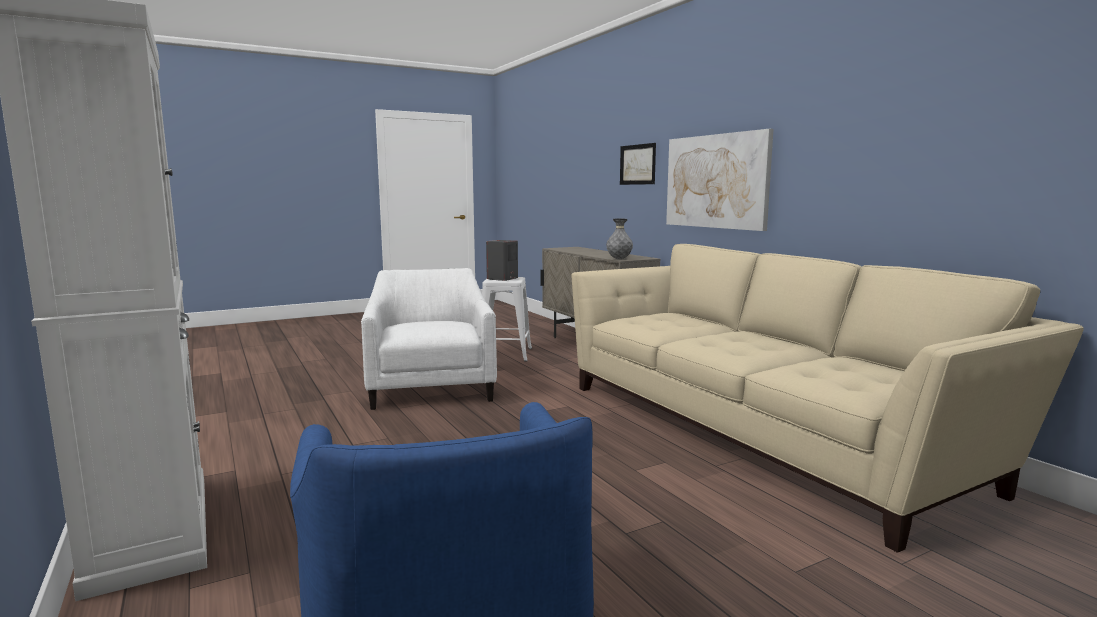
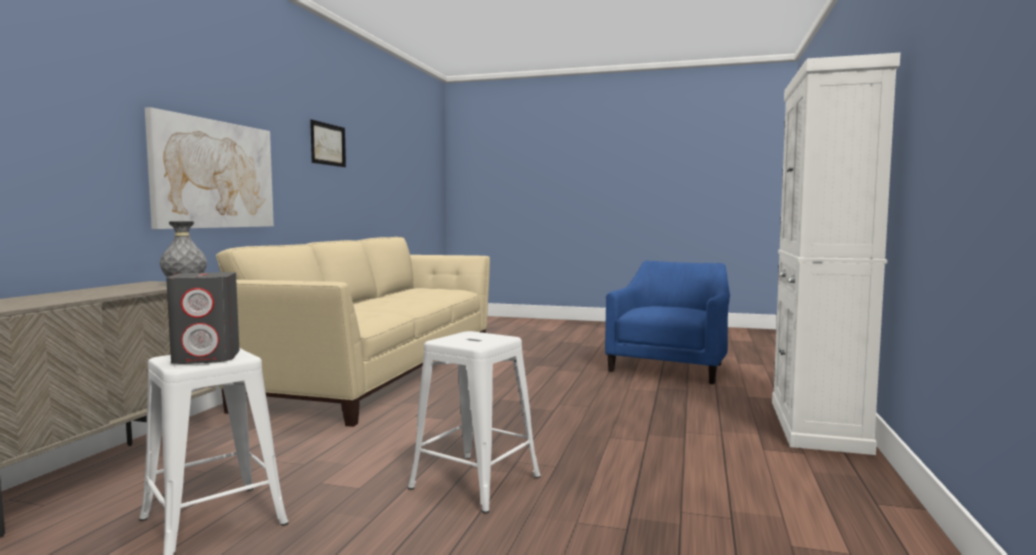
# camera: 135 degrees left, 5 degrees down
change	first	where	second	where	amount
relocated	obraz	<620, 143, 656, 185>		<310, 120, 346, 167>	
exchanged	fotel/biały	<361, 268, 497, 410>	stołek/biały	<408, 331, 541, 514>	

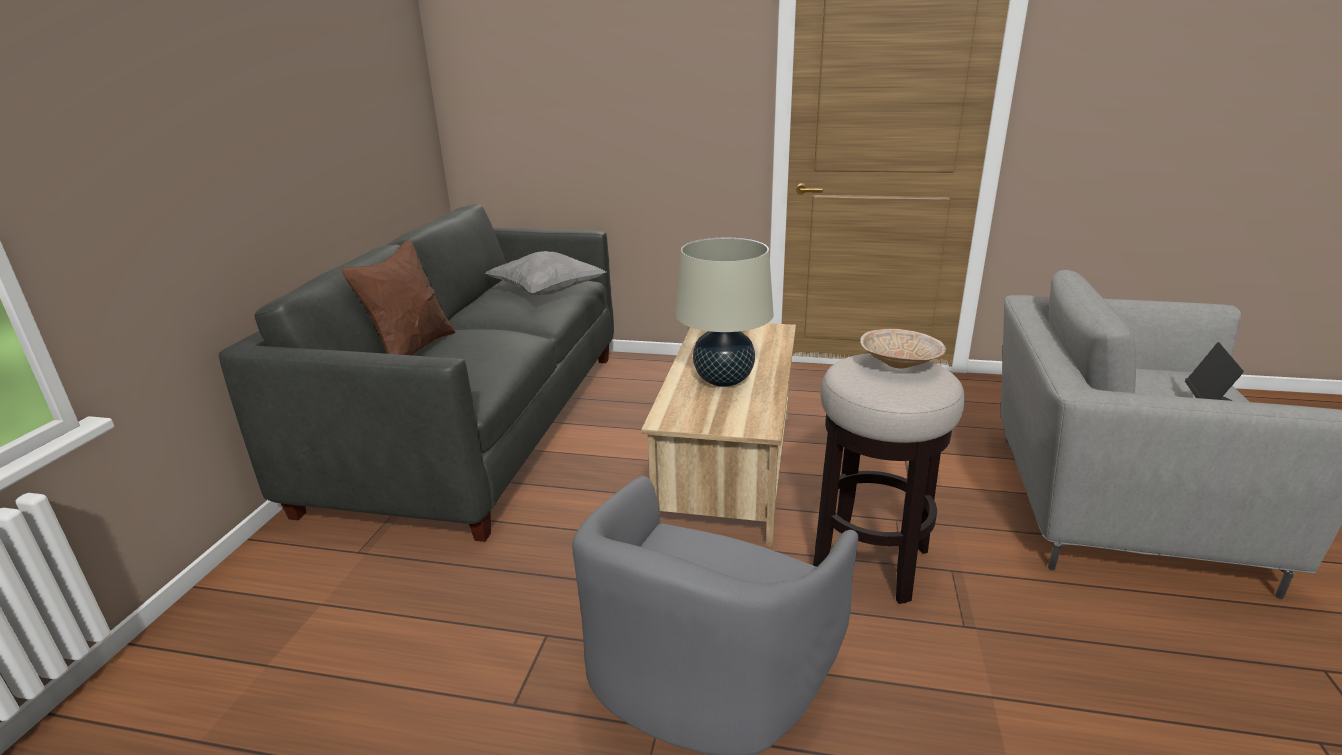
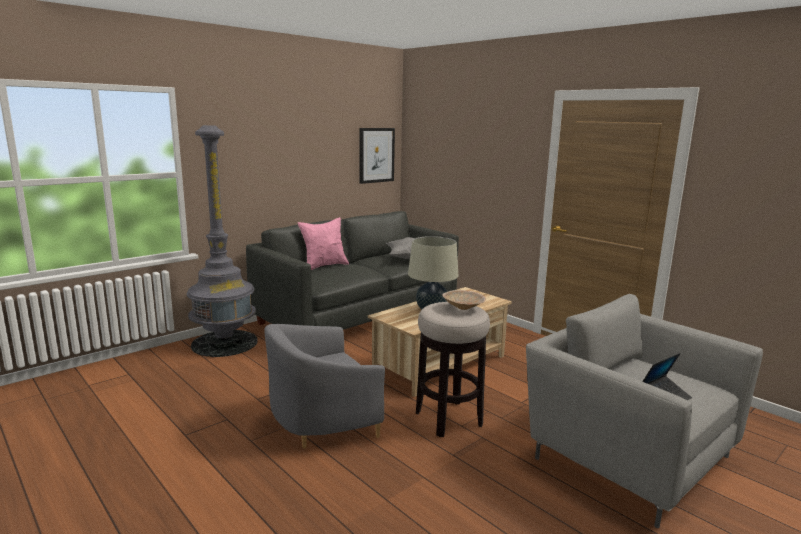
# camera: 35 degrees right, 10 degrees down
change	first	where	second	where	amount
appeared			lampa stojąca/szary	<187, 125, 258, 357>	
colour	poduszka/brązowy	<341, 239, 455, 356>	poduszka/różowy	<298, 217, 349, 270>	
appeared			obraz	<359, 128, 395, 184>	

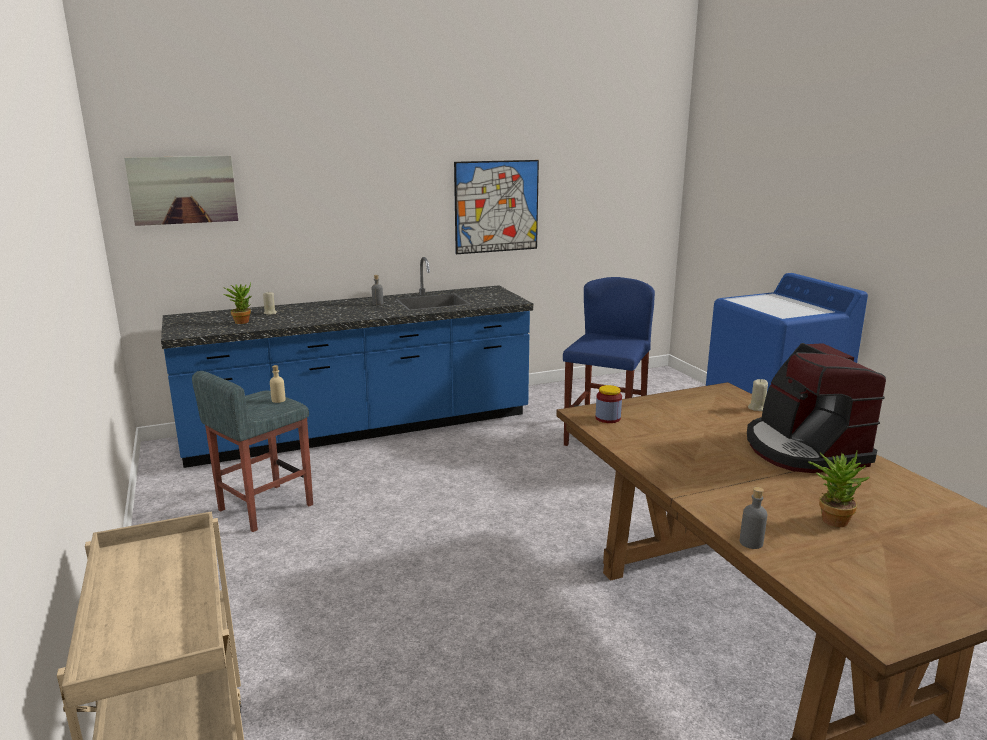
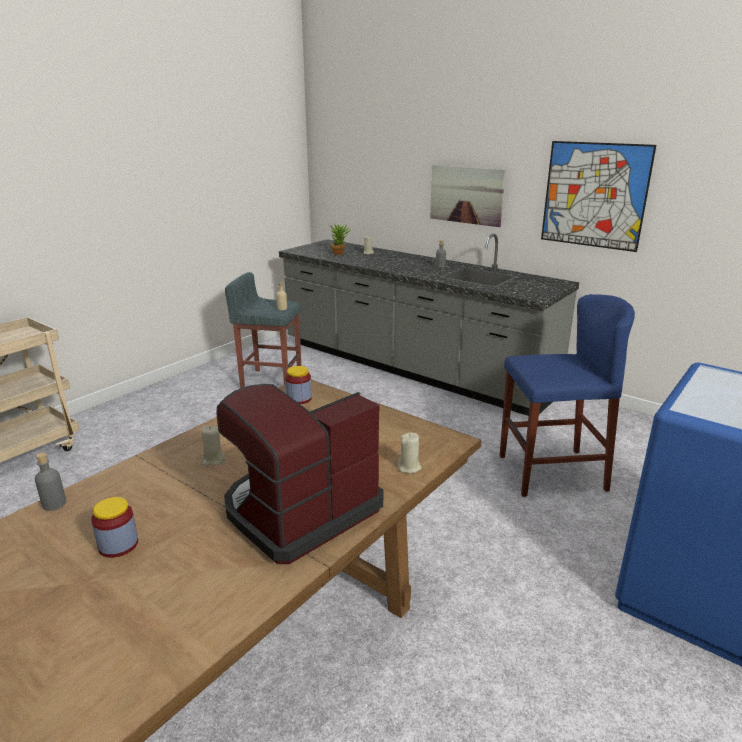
# camera: 60 degrees right, 5 degrees up
change	first	where	second	where	amount
exchanged	roślina doniczkowa	<808, 449, 870, 527>	słoik	<91, 497, 138, 558>	
appeared			świeca/beżowy	<201, 426, 225, 466>	
colour	zabudowa kuchenna/niebieski	<161, 257, 533, 468>	zabudowa kuchenna/szary	<279, 234, 579, 416>	
relocated	obraz	<124, 156, 238, 226>		<430, 165, 506, 227>	

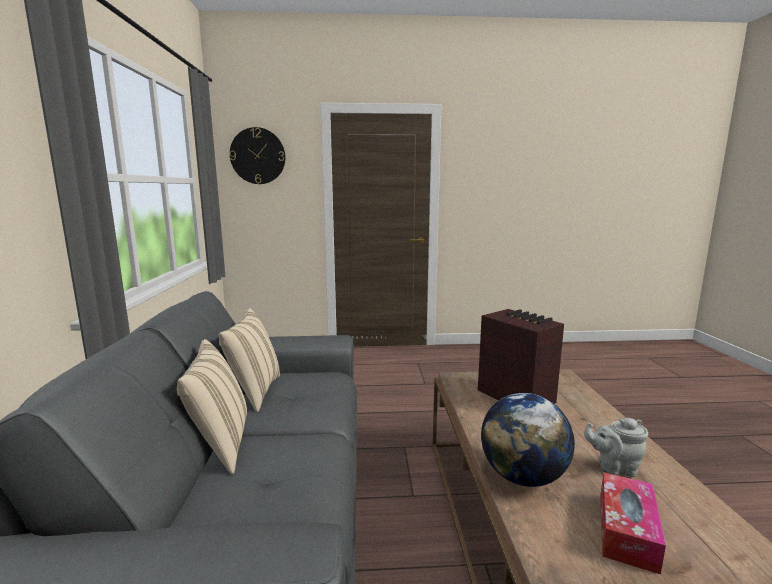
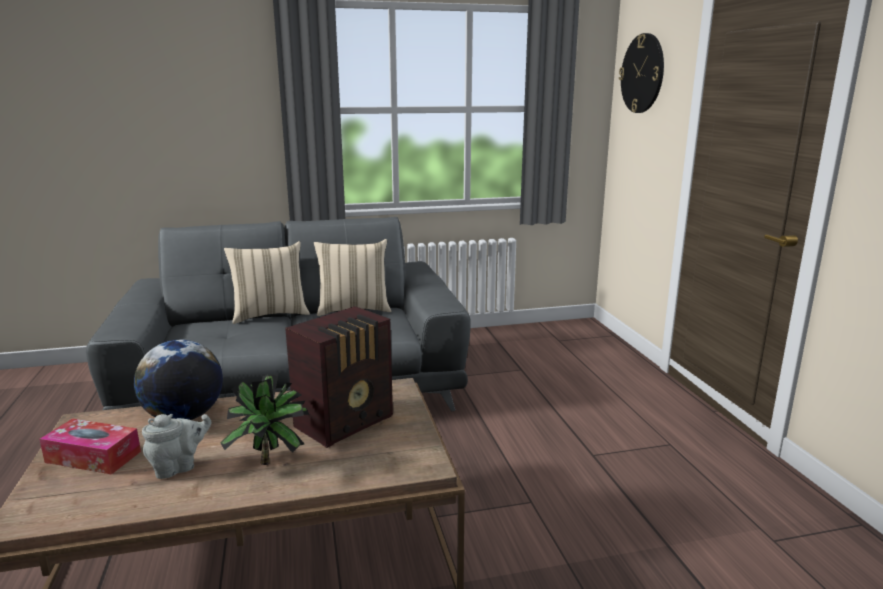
# camera: 80 degrees right, 5 degrees up
change	first	where	second	where	amount
spun	imbryk/szary	<584, 418, 648, 477>		<142, 414, 211, 479>	60 degrees clockwise
appeared			roślina doniczkowa	<220, 375, 309, 465>	

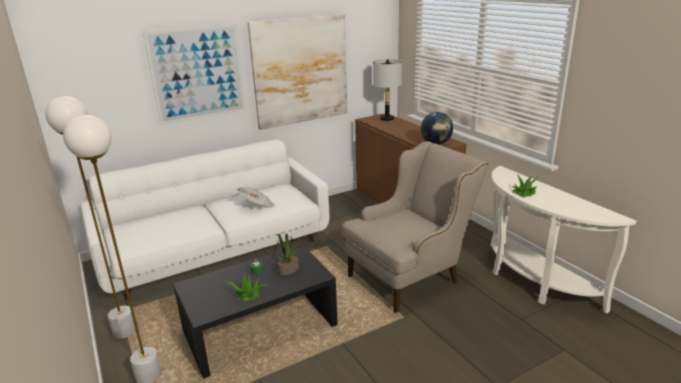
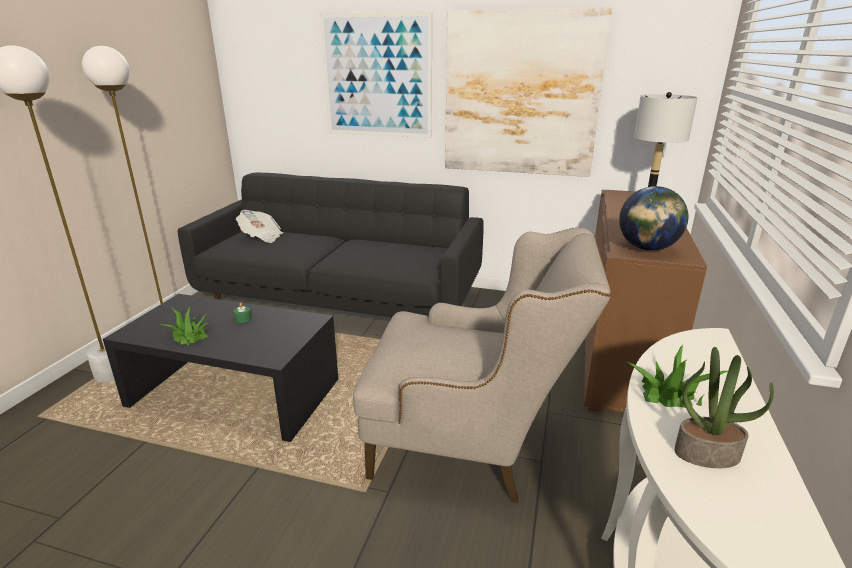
# camera: 45 degrees right, 0 degrees up
change	first	where	second	where	amount
colour	kanapa/biały	<80, 139, 330, 300>	kanapa/czarny	<178, 173, 484, 317>	
relocated	gazeta	<236, 187, 275, 206>		<236, 210, 283, 243>	
relocated	roślina doniczkowa	<274, 233, 300, 276>		<674, 347, 774, 468>	

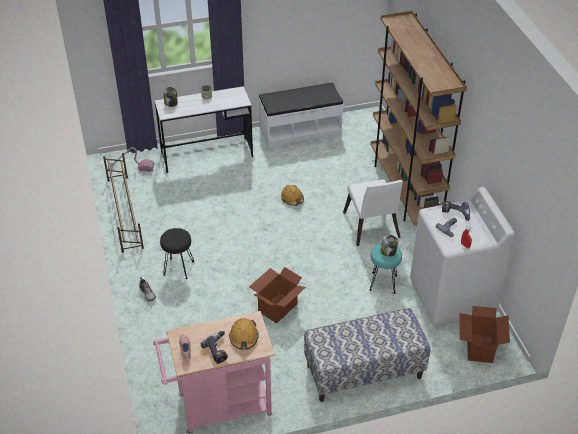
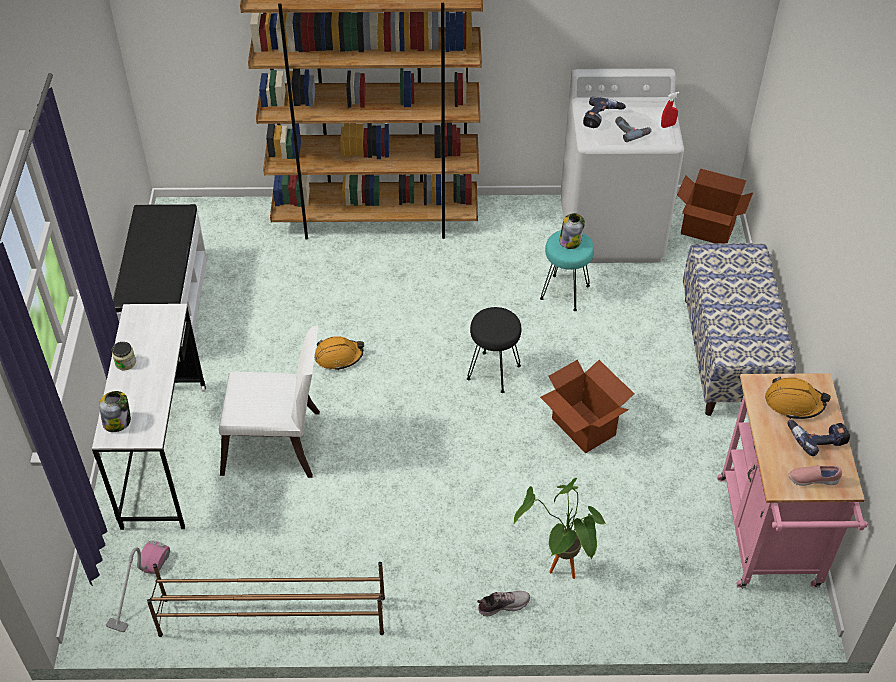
# camera: 75 degrees left, 5 degrees up
change	first	where	second	where	amount
relocated	krzesło/biały	<343, 179, 403, 246>		<219, 325, 320, 478>	
relocated	stołek/czarny	<160, 228, 194, 279>		<467, 307, 521, 393>	
appeared			roślina doniczkowa	<514, 478, 607, 579>	

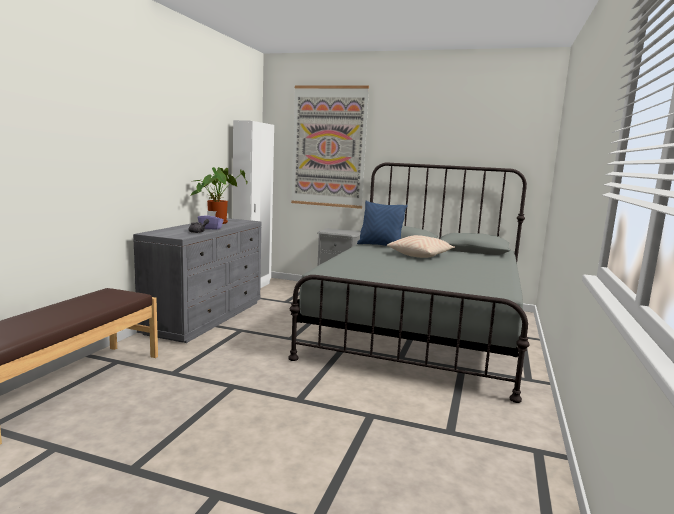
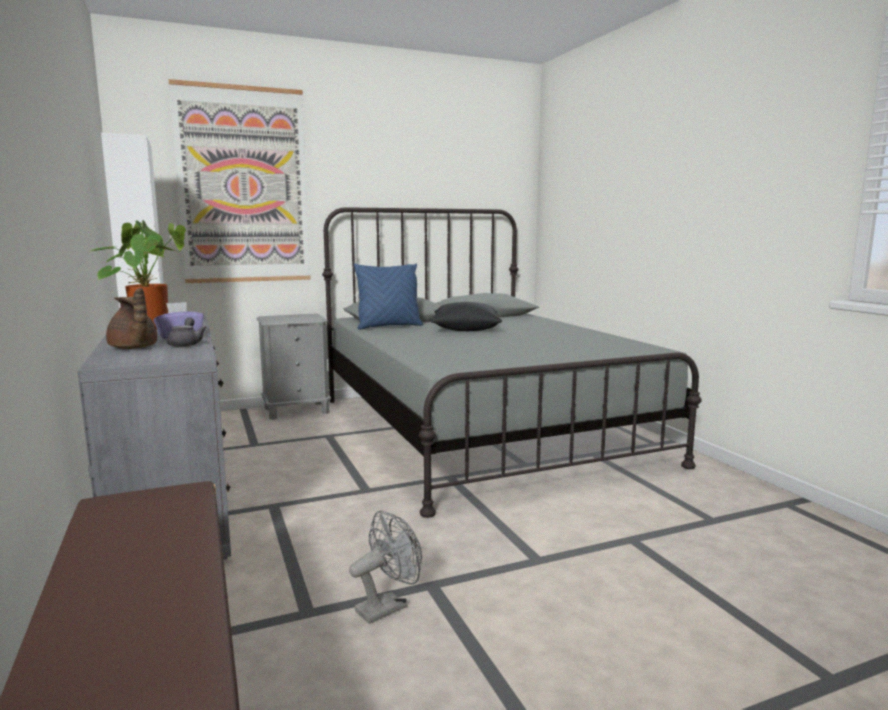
# camera: 40 degrees left, 0 degrees up
change	first	where	second	where	amount
appeared			imbryk/brązowy	<106, 288, 157, 349>	
appeared			wentylator/szary	<349, 511, 422, 624>	
colour	poduszka/beżowy	<387, 235, 455, 258>	poduszka/czarny	<431, 302, 502, 331>	

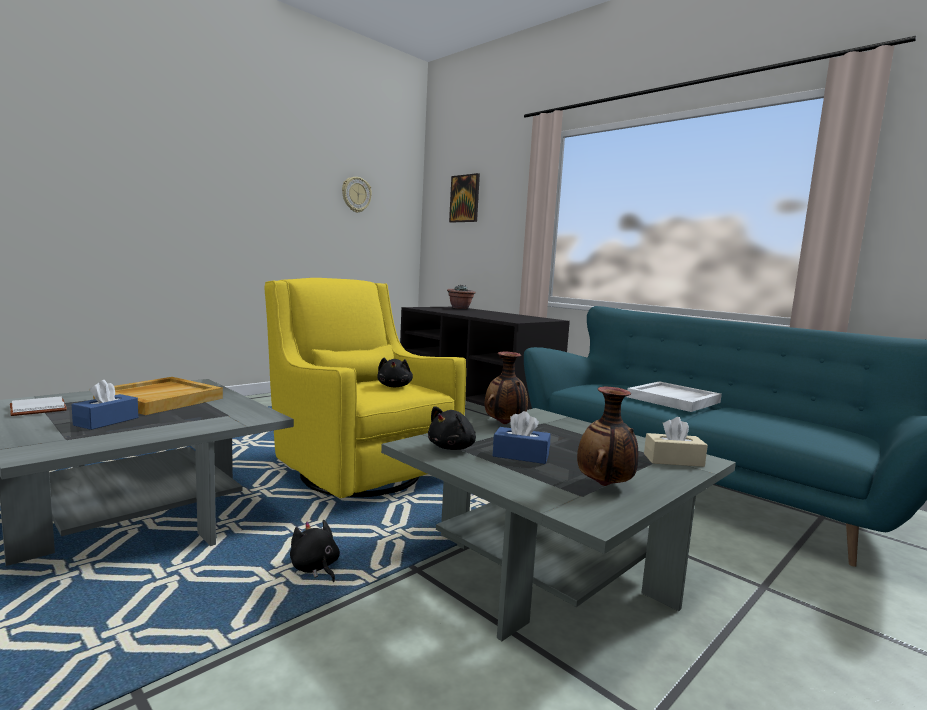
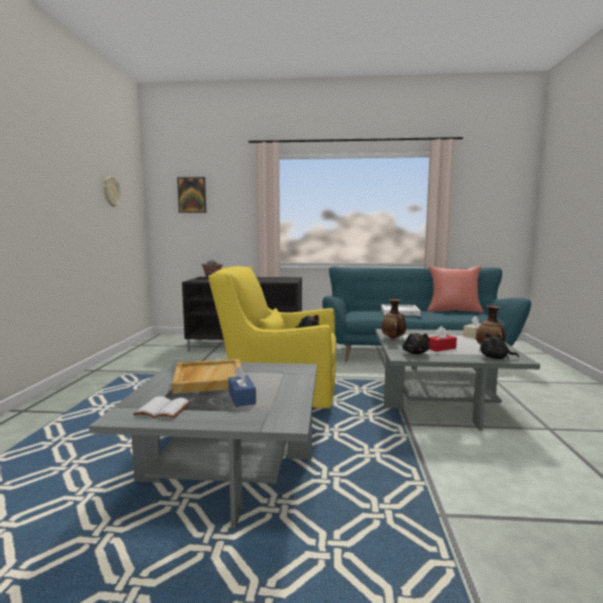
# camera: 40 degrees left, 0 degrees up
change	first	where	second	where	amount
appeared			poduszka/czerwony	<427, 266, 484, 313>	
colour	pudełko chusteczek/niebieski	<493, 411, 551, 464>	pudełko chusteczek/czerwony	<429, 326, 457, 352>	
relocated	pluszak/czarny	<290, 520, 340, 582>		<480, 333, 519, 359>	

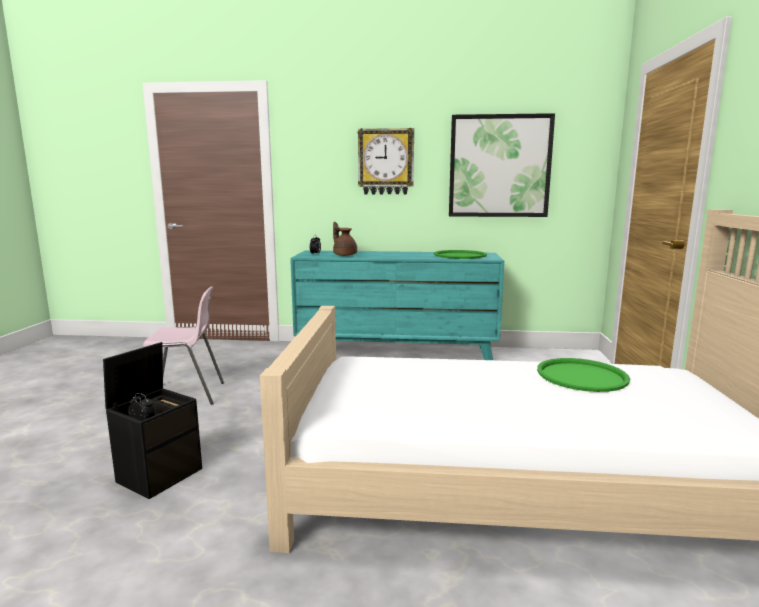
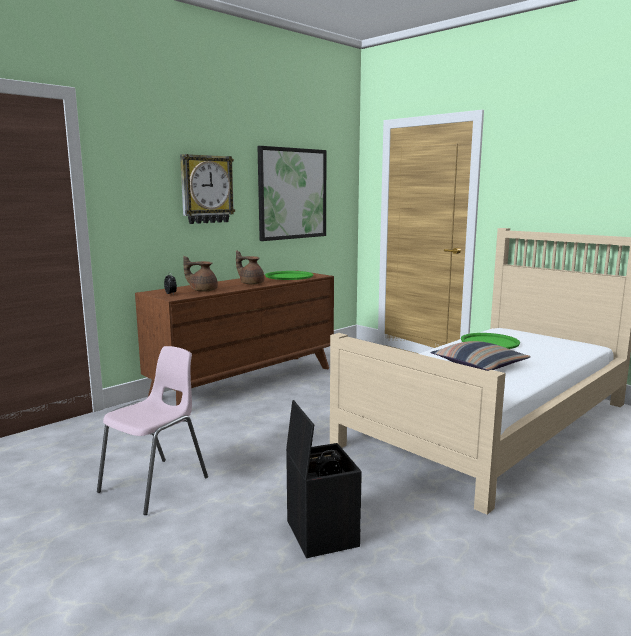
# camera: 50 degrees left, 0 degrees up
change	first	where	second	where	amount
colour	komoda/turkusowy	<290, 251, 504, 360>	komoda/brązowy	<135, 273, 334, 406>	
appeared			imbryk/brązowy	<236, 250, 264, 285>	
appeared			poduszka	<431, 341, 531, 371>	

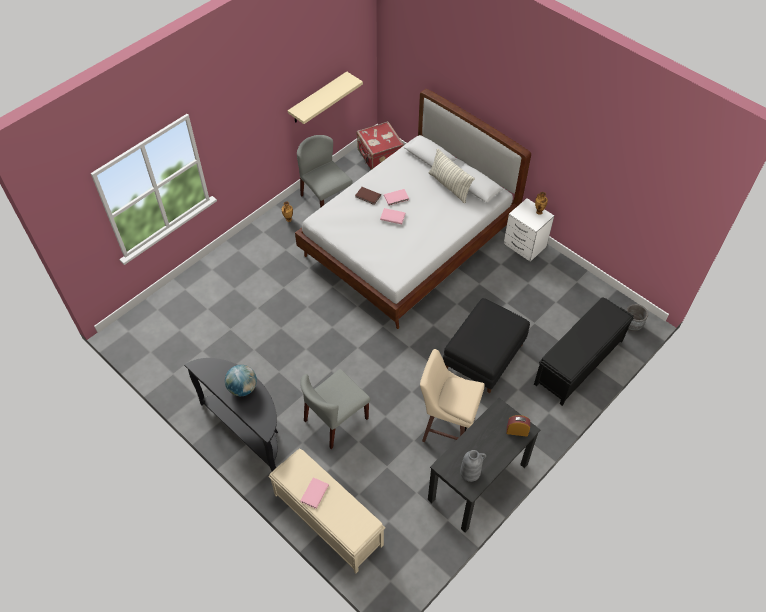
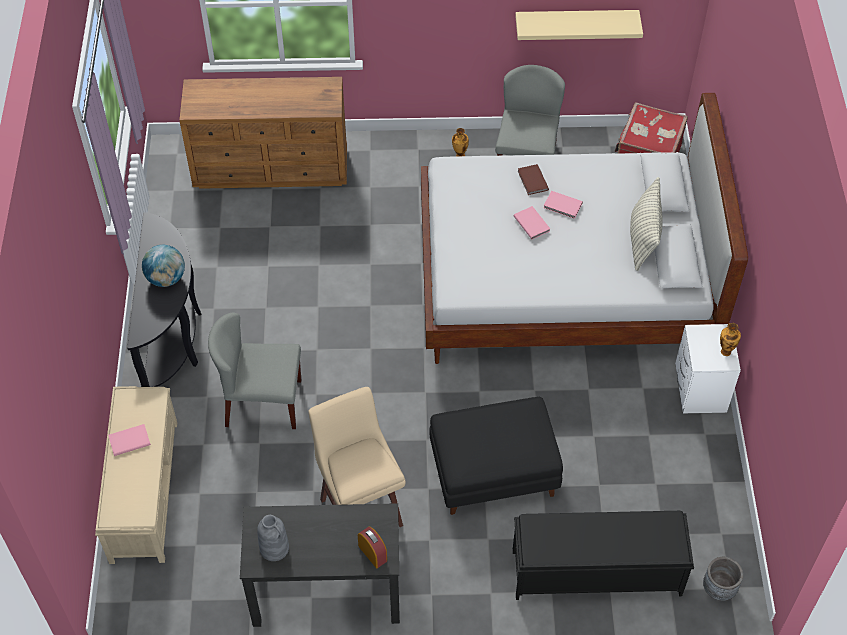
# camera: 45 degrees right, 0 degrees up
change	first	where	second	where	amount
appeared			komoda/brązowy	<179, 77, 347, 189>	

